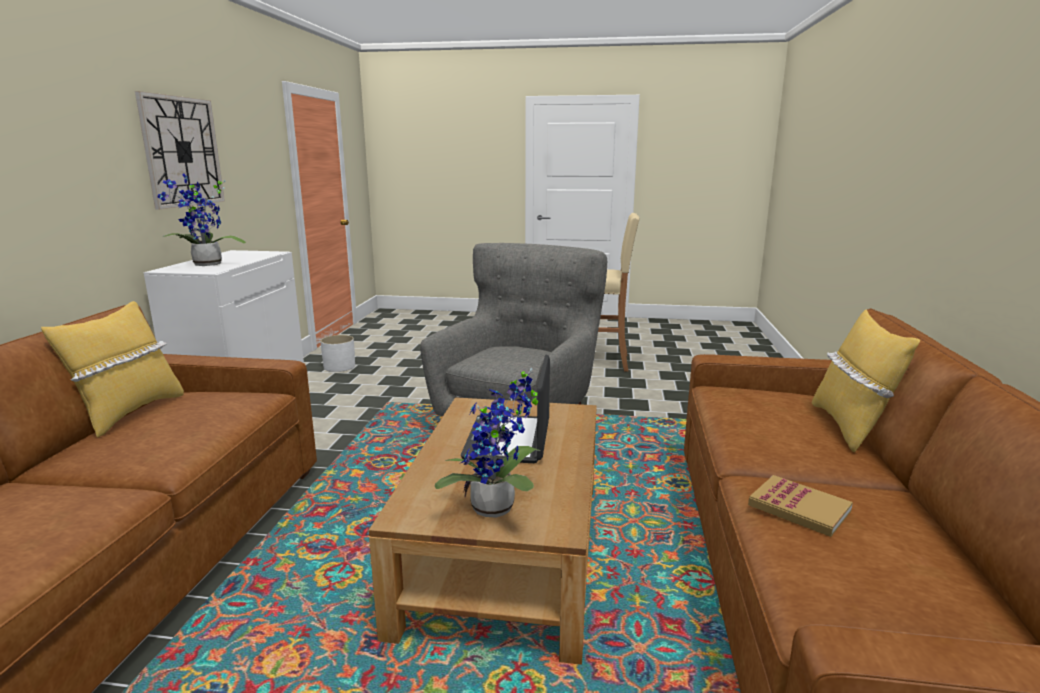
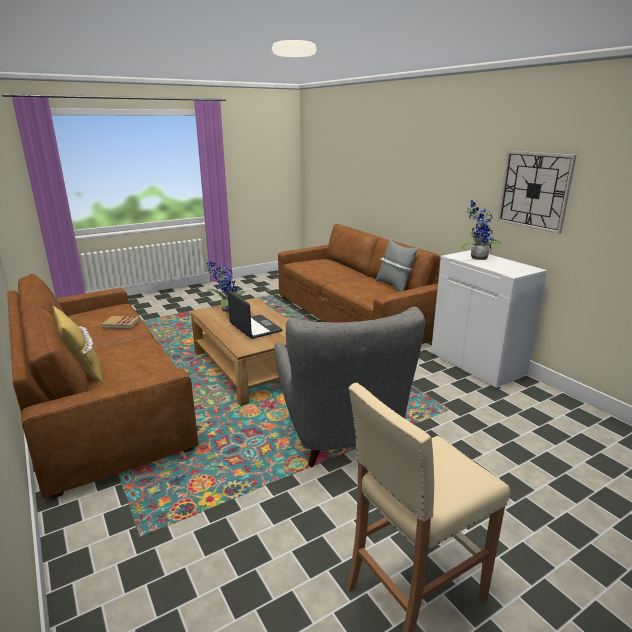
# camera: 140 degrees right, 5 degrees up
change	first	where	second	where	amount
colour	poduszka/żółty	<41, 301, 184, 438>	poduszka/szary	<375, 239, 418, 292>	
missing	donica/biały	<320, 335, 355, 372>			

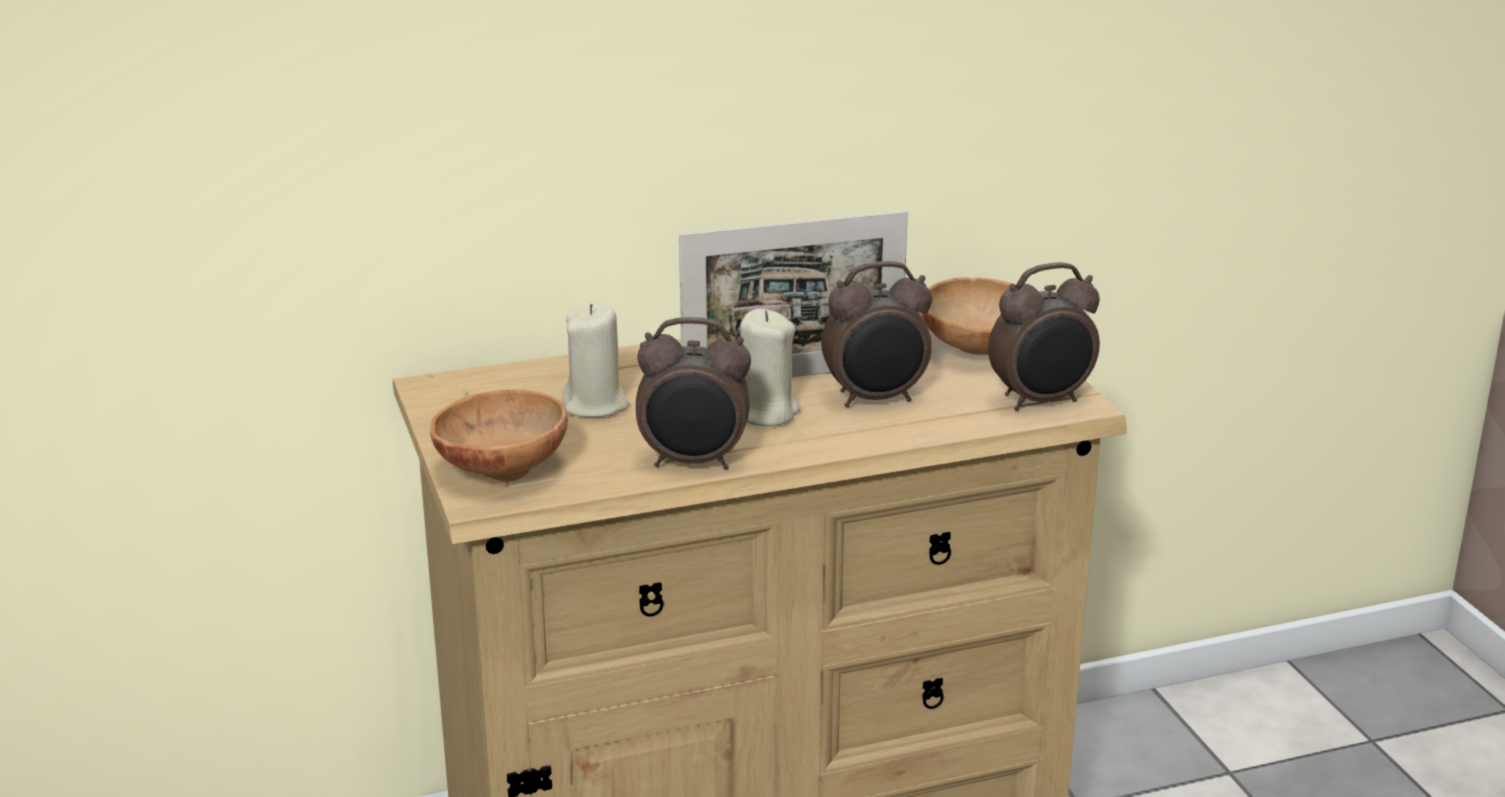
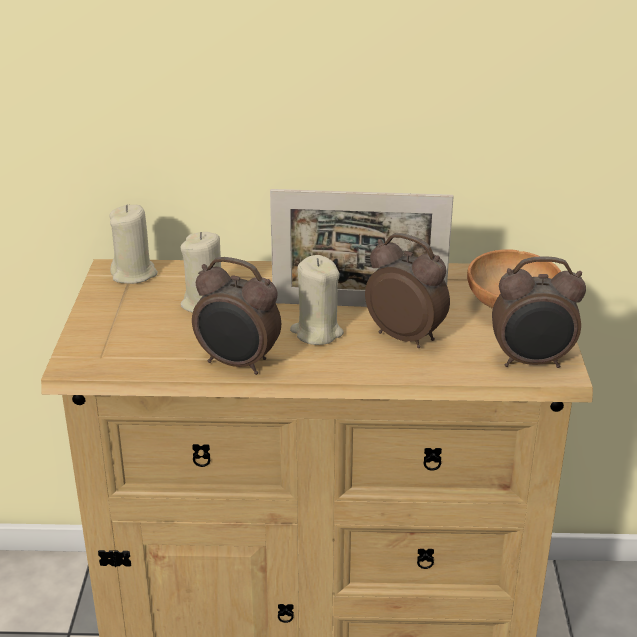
# camera: 20 degrees right, 5 degrees up
change	first	where	second	where	amount
appeared			świeca/beżowy	<109, 205, 158, 284>	
spun	budzik	<821, 261, 932, 407>		<365, 233, 450, 348>	150 degrees counterclockwise
missing	miska/brązowy	<430, 390, 568, 482>			

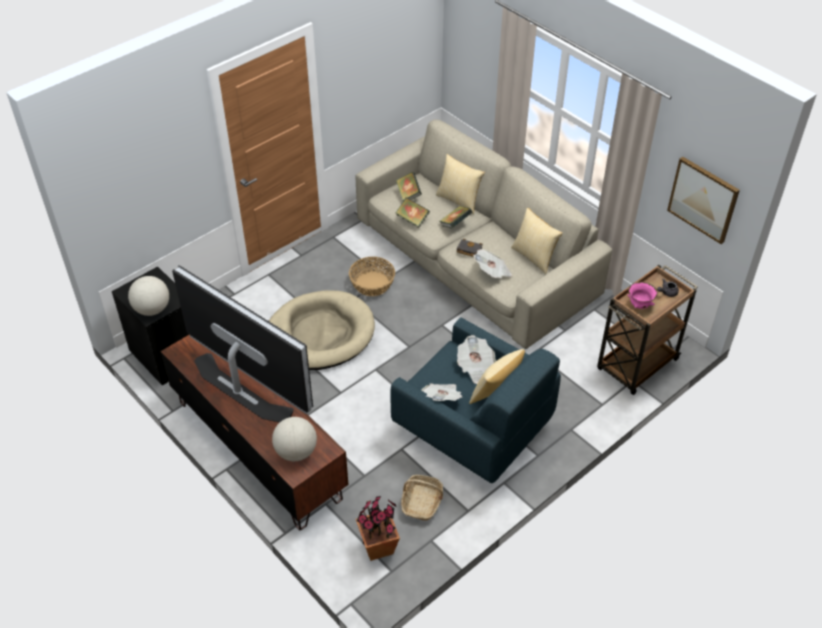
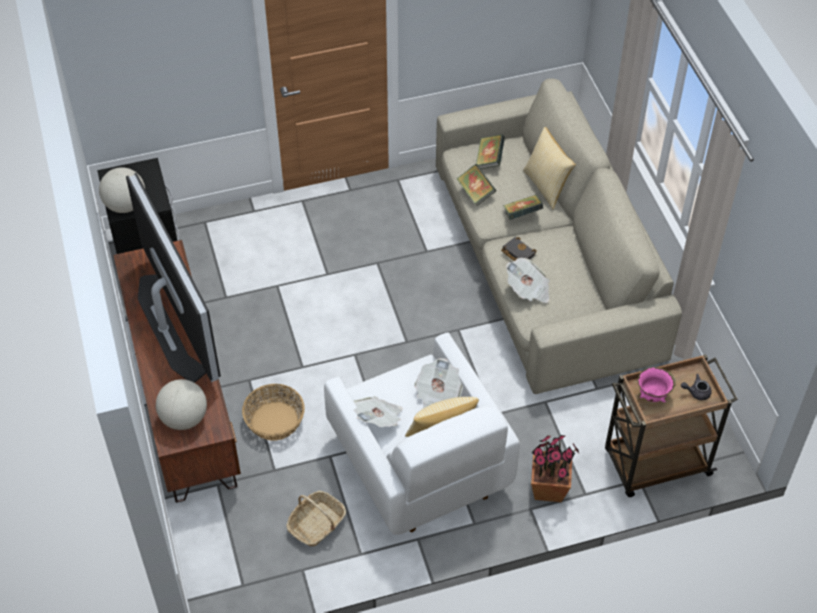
# camera: 25 degrees right, 5 degrees up
change	first	where	second	where	amount
relocated	koszyk	<349, 257, 395, 296>		<242, 384, 305, 441>	
colour	fotel/niebieski	<390, 317, 561, 483>	fotel/biały	<324, 332, 520, 535>	
relocated	roślina doniczkowa	<356, 496, 400, 561>		<531, 435, 579, 502>	
missing	legowisko/beżowy	<269, 290, 375, 370>			
missing	poduszka	<511, 208, 563, 274>			
missing	obraz	<667, 157, 740, 244>			

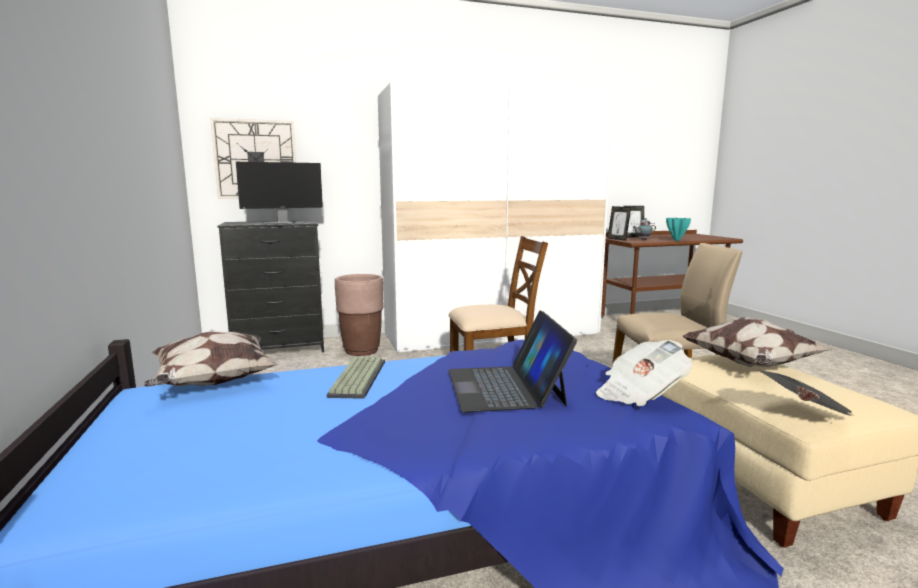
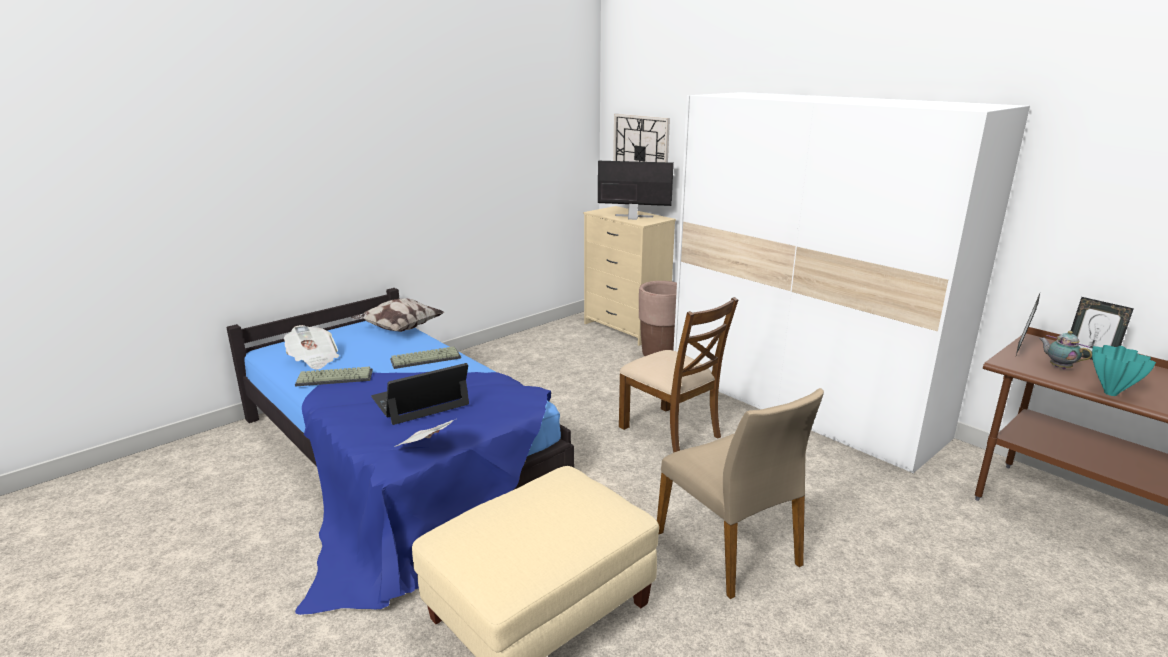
# camera: 65 degrees right, 10 degrees up
change	first	where	second	where	amount
relocated	gazeta	<759, 371, 856, 416>		<284, 325, 339, 370>	
appeared			klawiatura	<295, 367, 373, 387>	
colour	komoda/czarny	<217, 220, 324, 352>	komoda/beżowy	<584, 206, 676, 346>	
spun	monitor	<236, 162, 323, 224>		<598, 161, 674, 220>	150 degrees clockwise
missing	poduszka	<682, 317, 831, 367>			

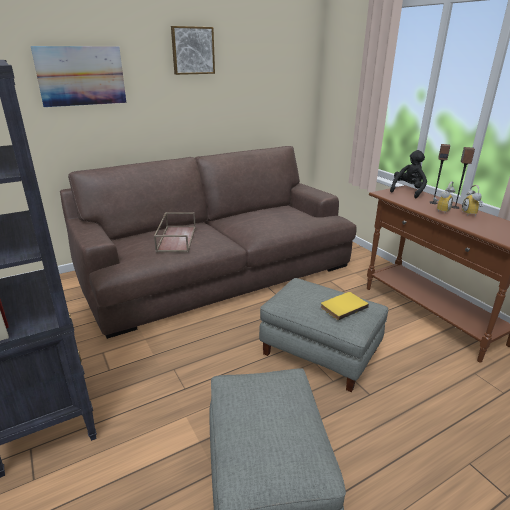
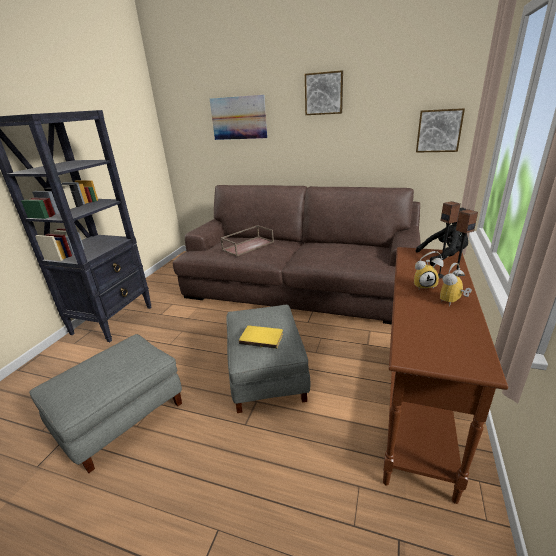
# camera: 50 degrees right, 0 degrees up
change	first	where	second	where	amount
appeared			obraz	<416, 108, 465, 153>	

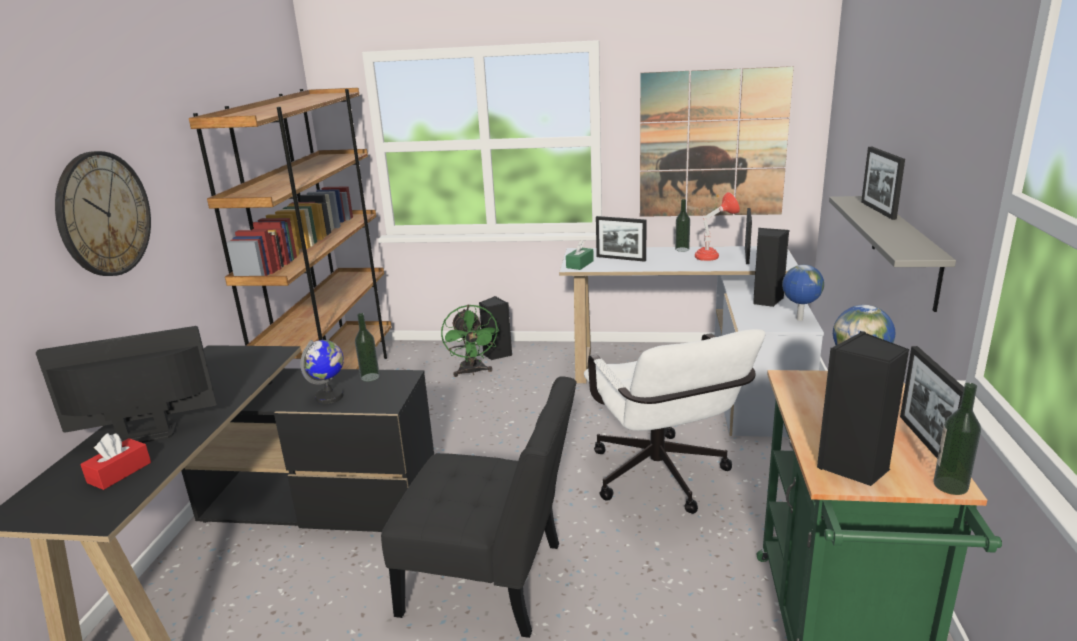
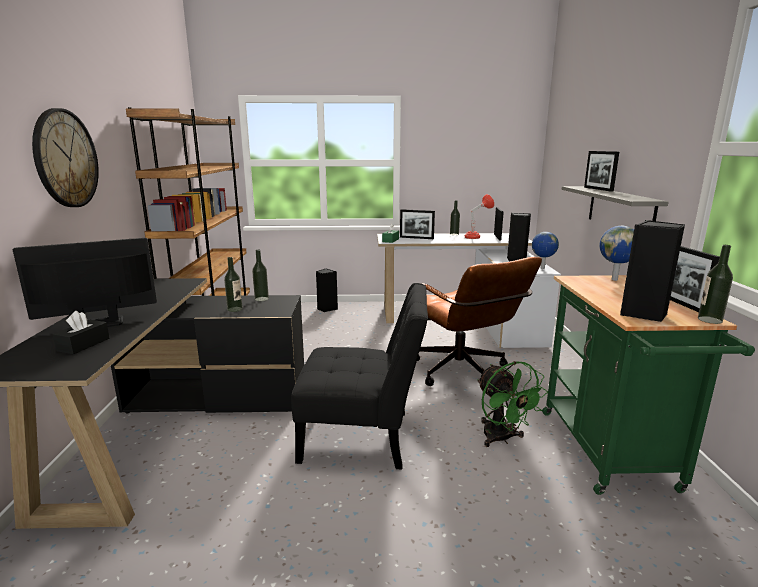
# camera: 10 degrees left, 5 degrees down
change	first	where	second	where	amount
colour	pudełko chusteczek/czerwony	<80, 433, 151, 490>	pudełko chusteczek/czarny	<53, 311, 109, 354>	
exchanged	globus	<300, 340, 344, 404>	butelka	<224, 257, 243, 312>	
colour	krzesło biurowe/biały	<584, 329, 765, 514>	krzesło biurowe/brązowy	<417, 257, 542, 386>	
relocated	wentylator/zielony	<441, 304, 499, 377>		<477, 361, 548, 447>	
missing	obraz	<640, 66, 794, 217>			

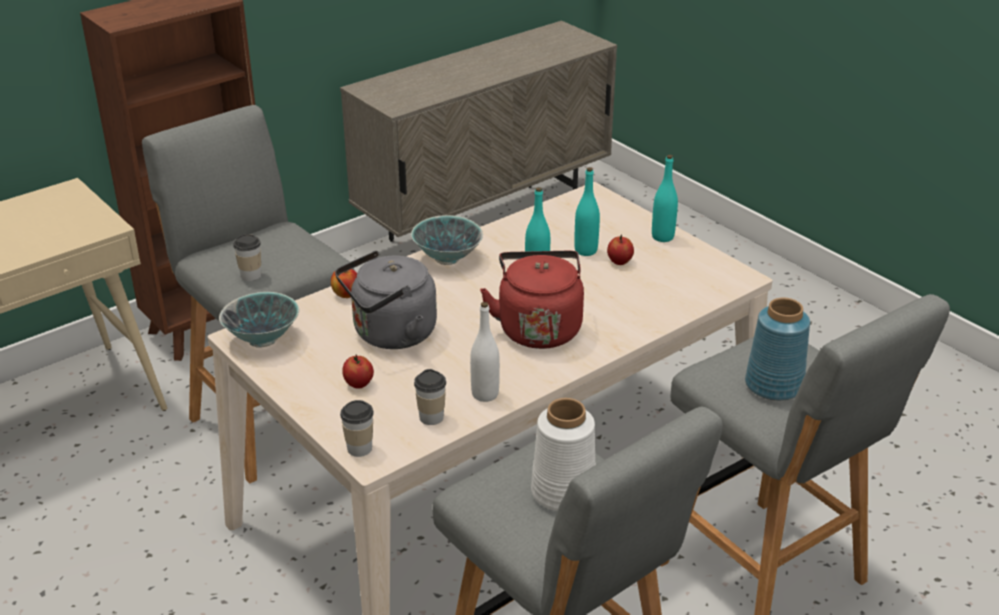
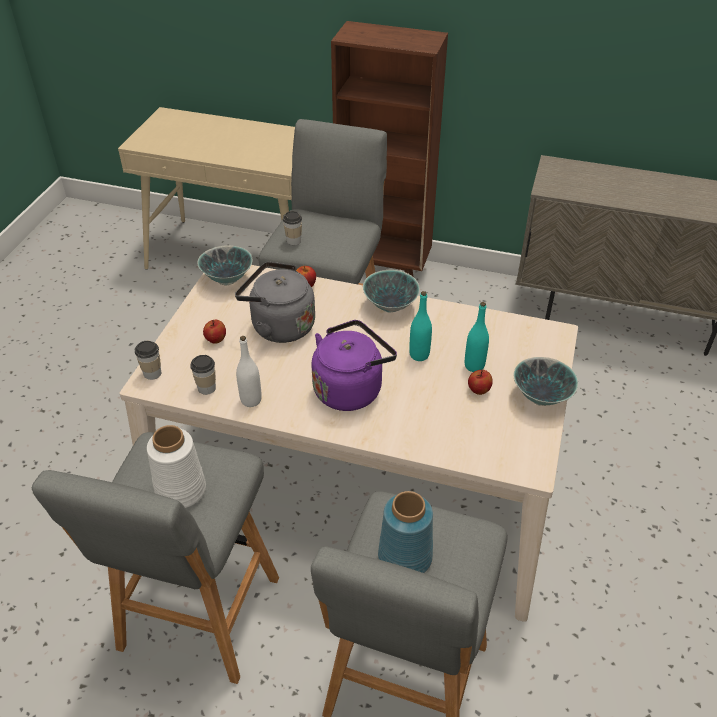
# camera: 55 degrees right, 10 degrees up
change	first	where	second	where	amount
colour	czajnik/czerwony	<480, 251, 584, 349>	czajnik/fioletowy	<311, 320, 397, 411>	
exchanged	butelka/turkusowy	<652, 155, 678, 242>	miska	<514, 357, 578, 406>	

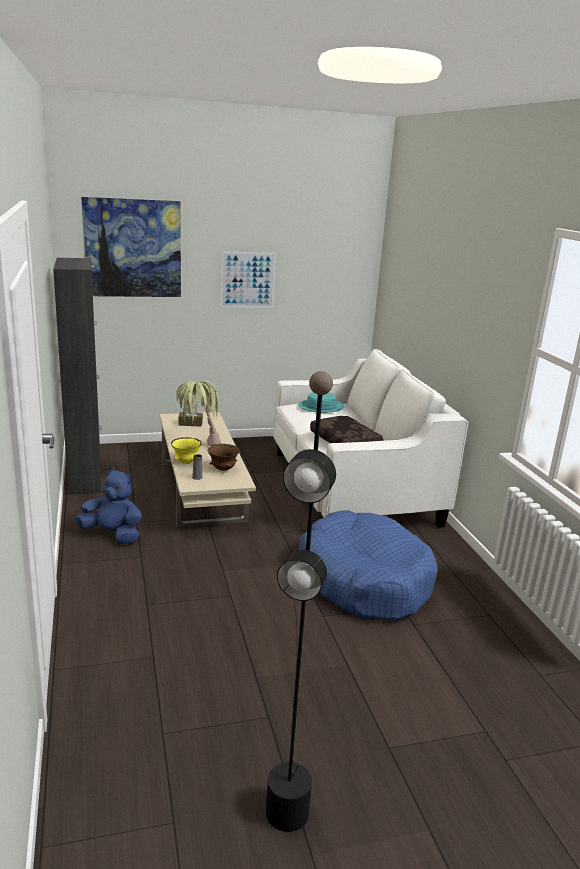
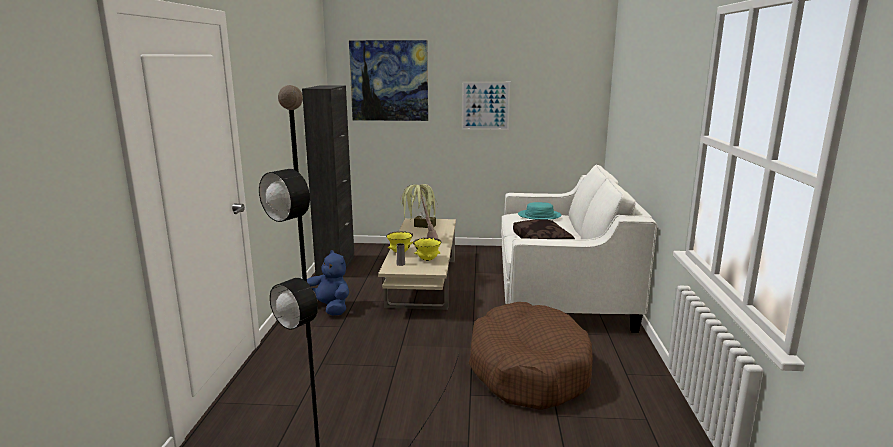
# camera: 20 degrees right, 5 degrees down
change	first	where	second	where	amount
colour	miska/brązowy	<207, 444, 240, 471>	miska/żółty	<413, 237, 442, 261>	
colour	legowisko/niebieski	<299, 510, 437, 621>	legowisko/brązowy	<469, 302, 593, 410>	

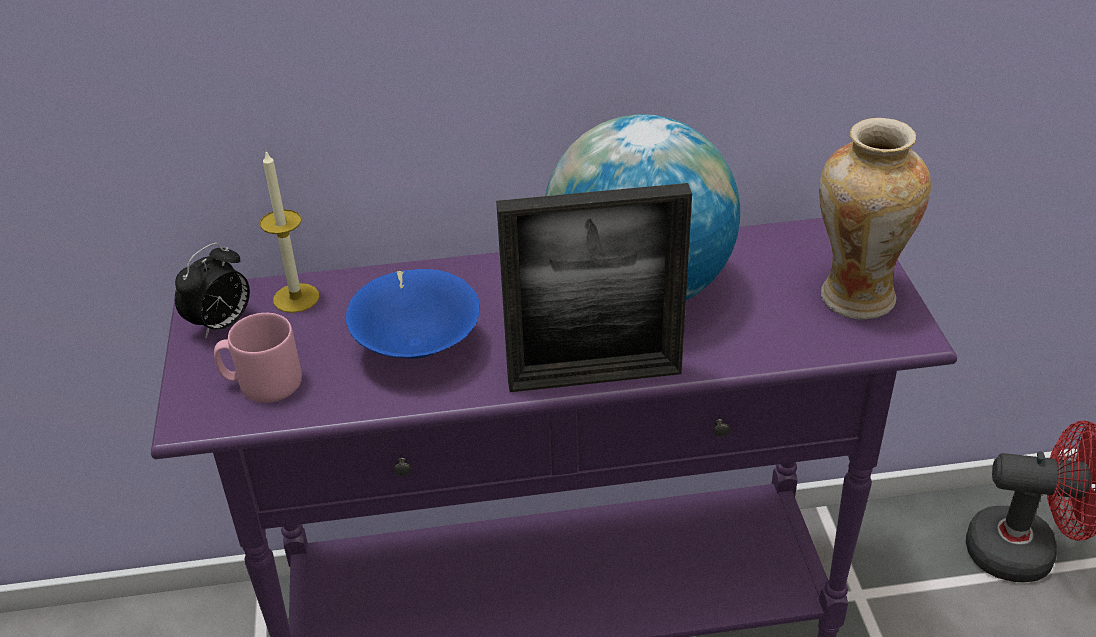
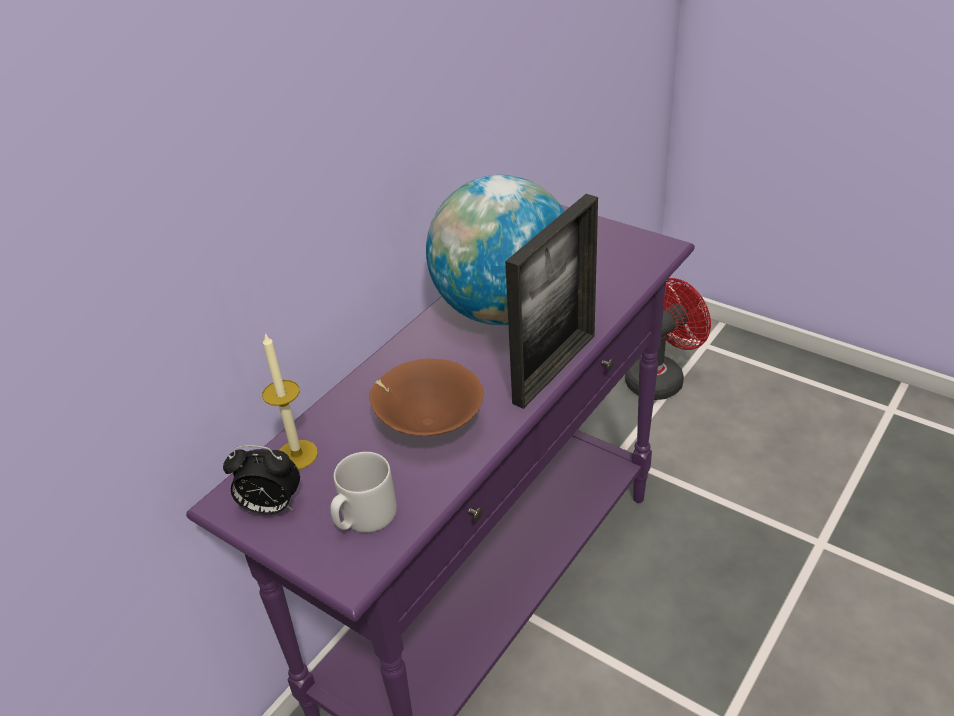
# camera: 45 degrees left, 0 degrees up
change	first	where	second	where	amount
spun	budzik	<175, 242, 250, 339>		<223, 445, 300, 515>	105 degrees clockwise
colour	kubek/różowy	<214, 313, 302, 403>	kubek/szary	<330, 452, 397, 533>	
colour	miska/niebieski	<345, 269, 480, 359>	miska/brązowy	<370, 358, 484, 436>	
missing	wazon	<819, 118, 931, 320>			

